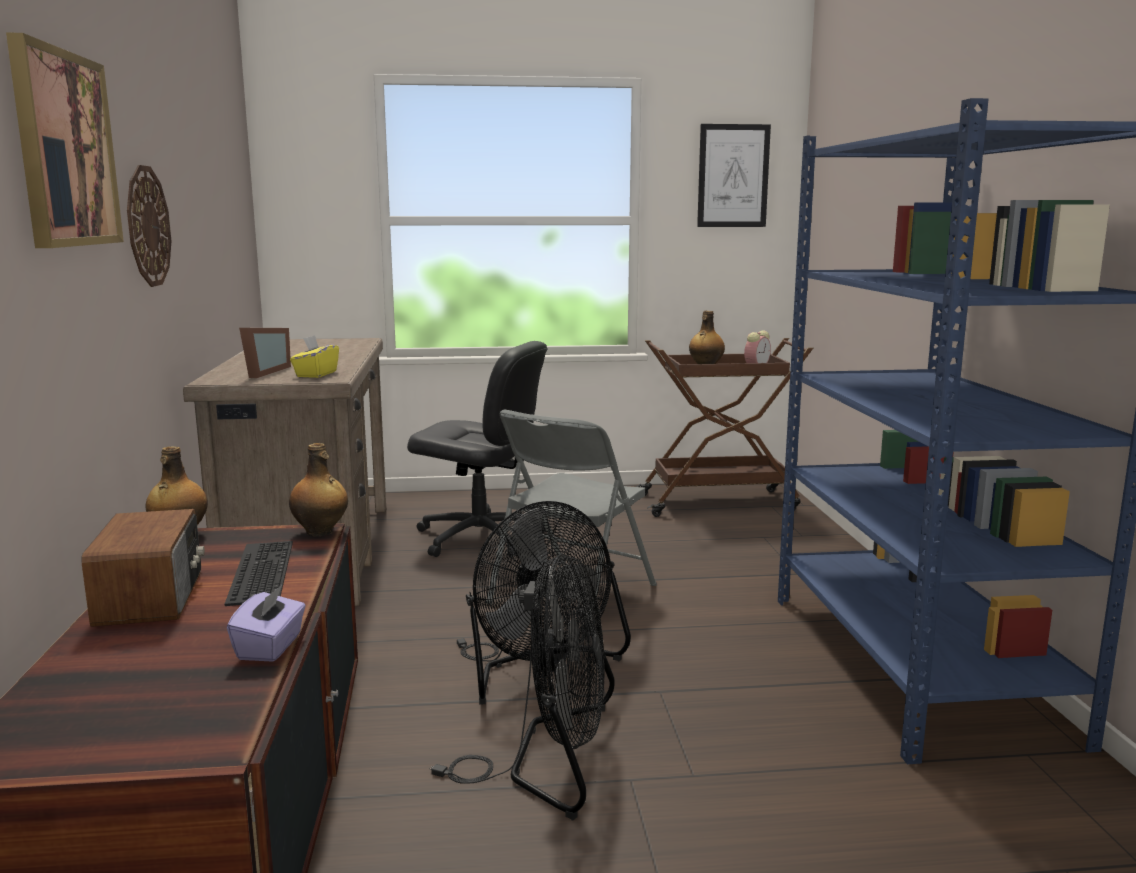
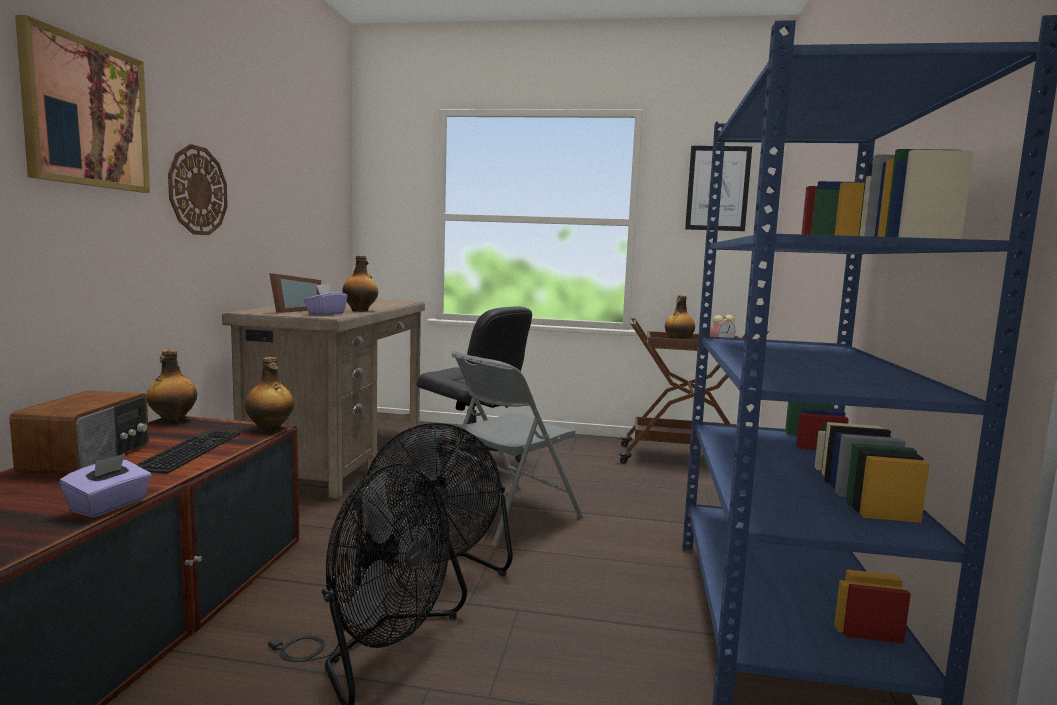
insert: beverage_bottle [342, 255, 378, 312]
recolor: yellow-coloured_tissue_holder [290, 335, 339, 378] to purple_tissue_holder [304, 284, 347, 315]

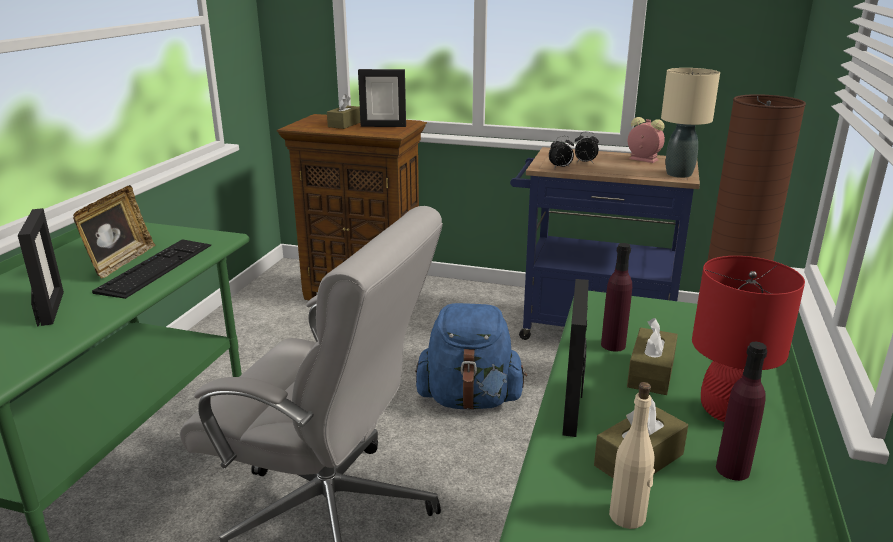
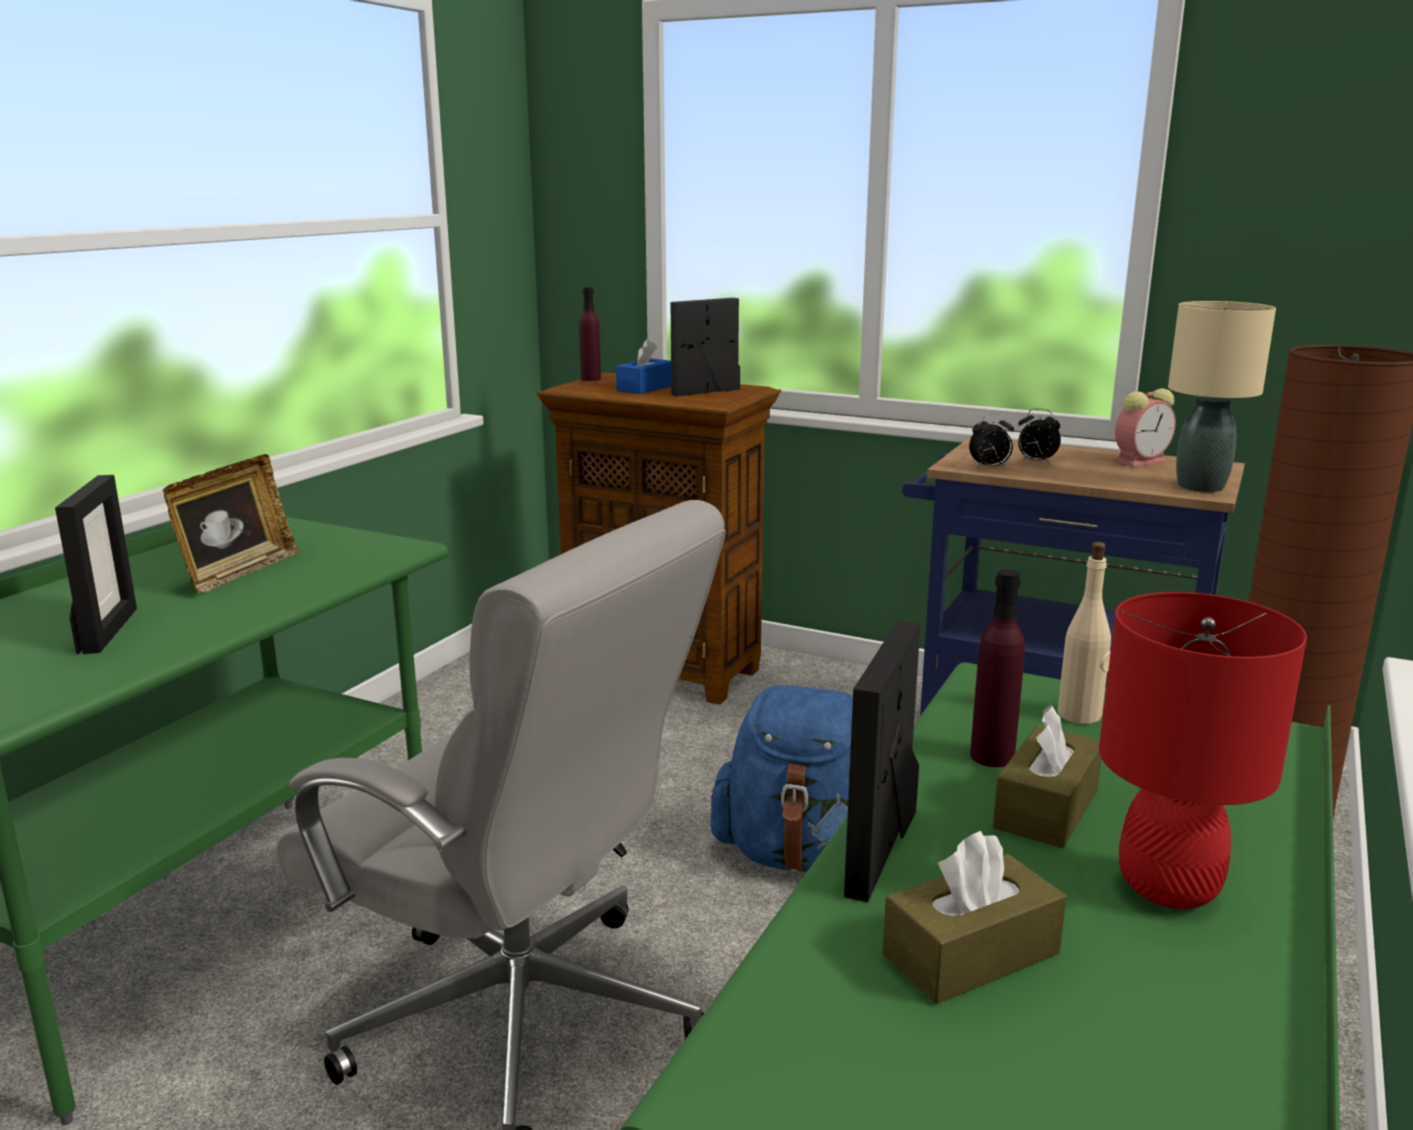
delete: keyboard [92, 239, 211, 299]
move: beige_beverage_bottle [609, 382, 655, 529] to [1058, 542, 1111, 724]; purple_beverage_bottle [716, 342, 767, 481] to [579, 287, 601, 381]
recolor: brown-coloured_tissue_holder [327, 94, 360, 129] to bluish_tissue_holder [616, 339, 671, 394]
rotate: standing_frame [358, 69, 406, 127] = [671, 298, 740, 397] 135 degrees clockwise; table_clock [628, 117, 665, 163] = [1115, 388, 1176, 467] 105 degrees clockwise

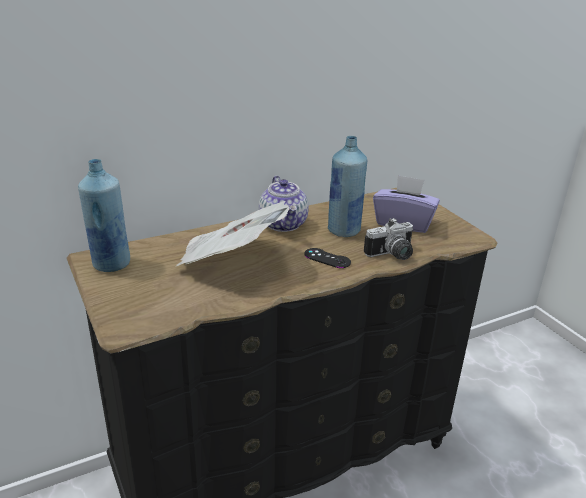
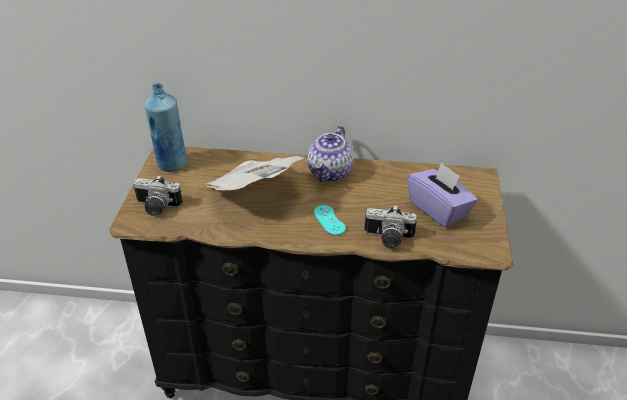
delete: bluish_beverage_bottle [328, 136, 367, 237]
insert: still_camera [133, 175, 183, 216]
recolor: black_game_controller [304, 248, 351, 268] to turquoise-coloured_game_controller [314, 205, 346, 235]

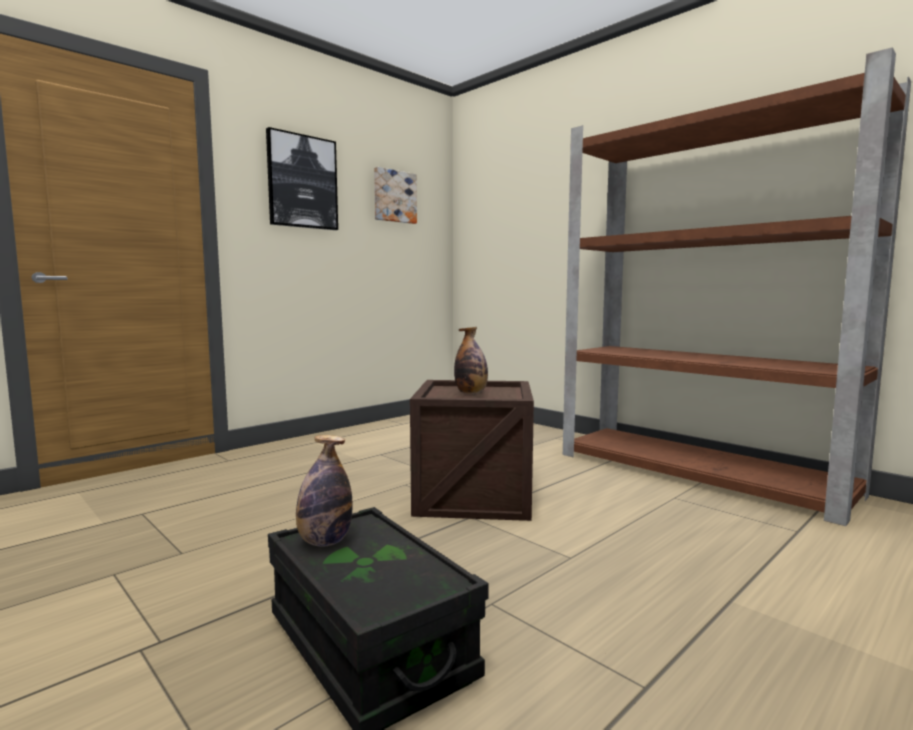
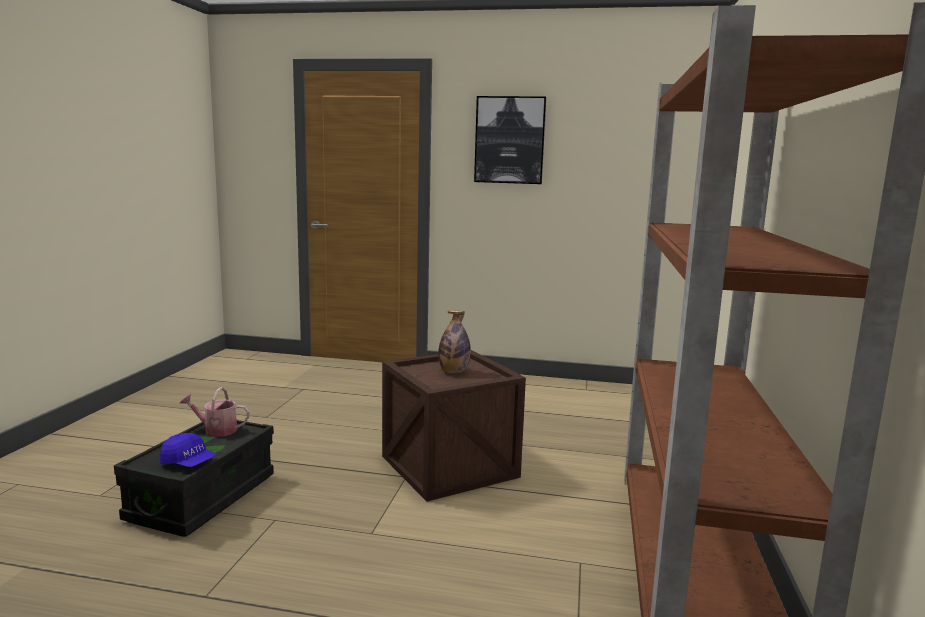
delete: wall_picture [374, 167, 417, 224]
insert: bluish_cap [160, 433, 217, 467]
replace: beverage_bottle [296, 435, 353, 547] to watering_can [180, 387, 250, 437]

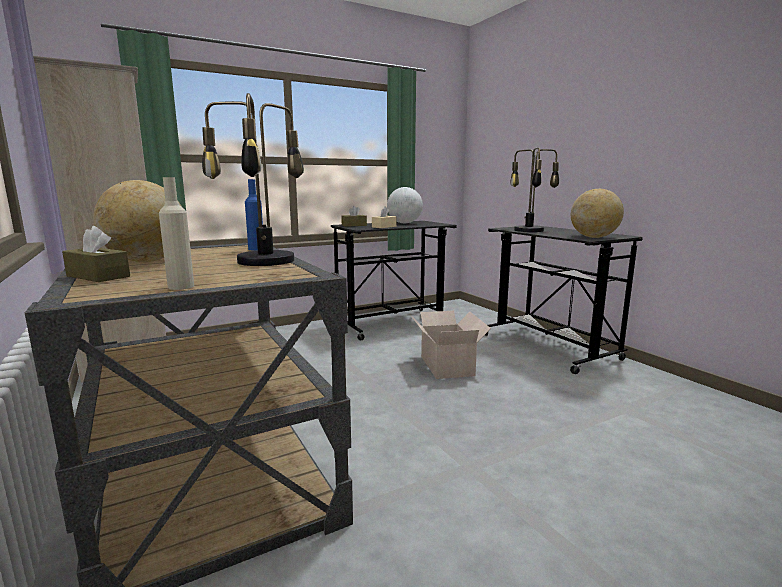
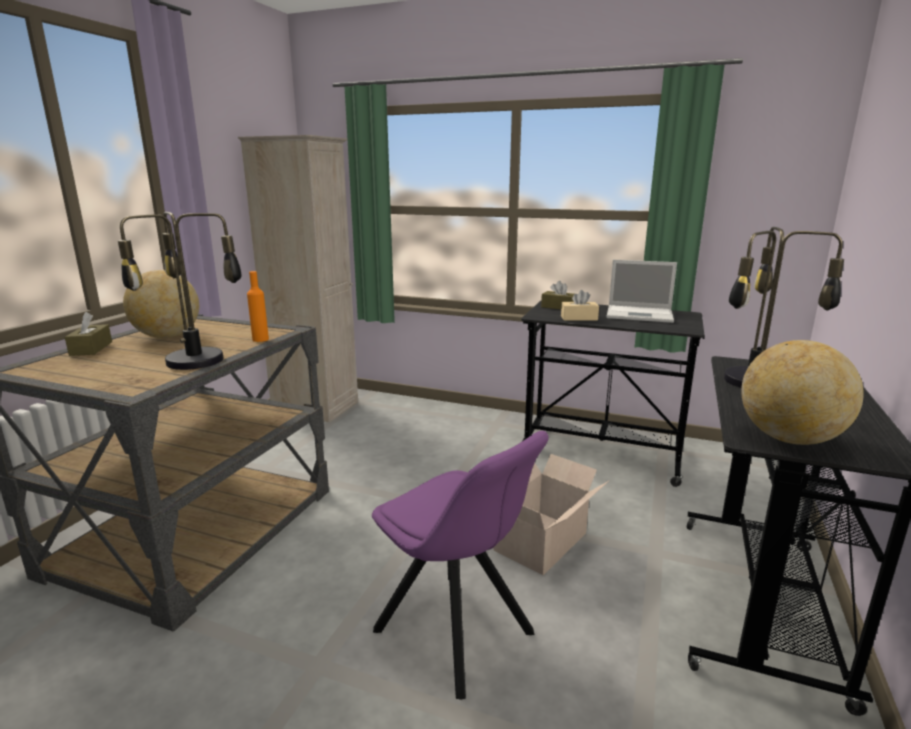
delete: beige_beverage_bottle [159, 177, 194, 290]
insert: purple_plain_chair [372, 431, 549, 700]
replace: world_globe [387, 187, 423, 223] to notebook_computer [606, 260, 677, 323]
recolor: bluish_beverage_bottle [245, 179, 263, 250] to orange-coloured_beverage_bottle [247, 271, 269, 342]

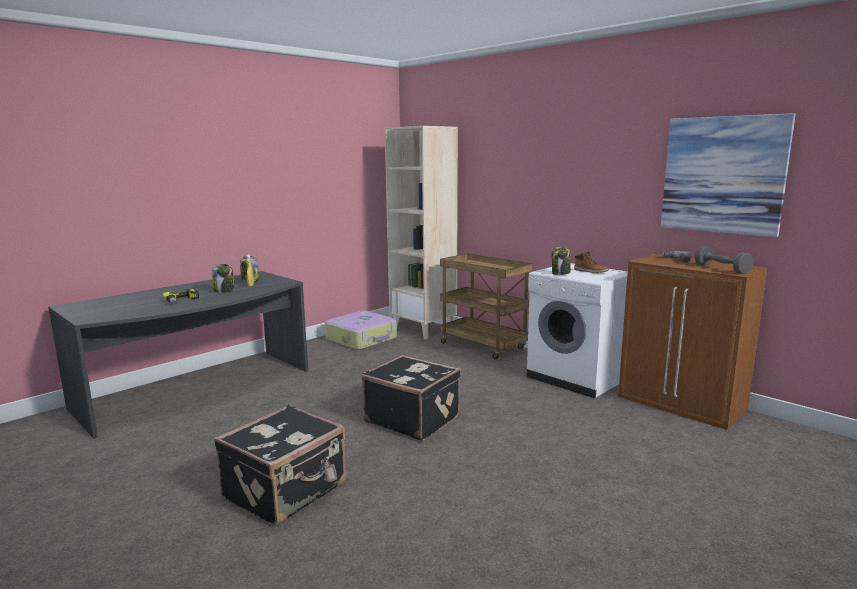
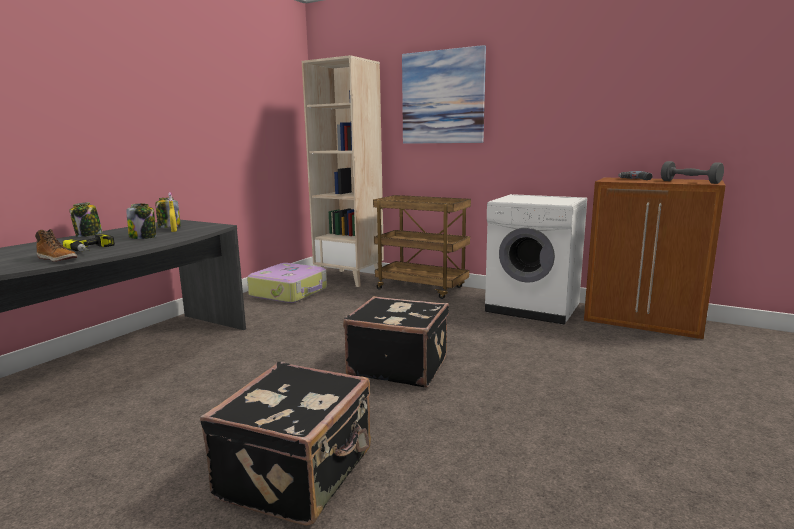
move: jar [551, 246, 571, 275] to [69, 202, 103, 237]; high-top_boot [574, 252, 609, 273] to [35, 229, 77, 262]; wall_picture [661, 113, 796, 237] to [402, 45, 486, 144]

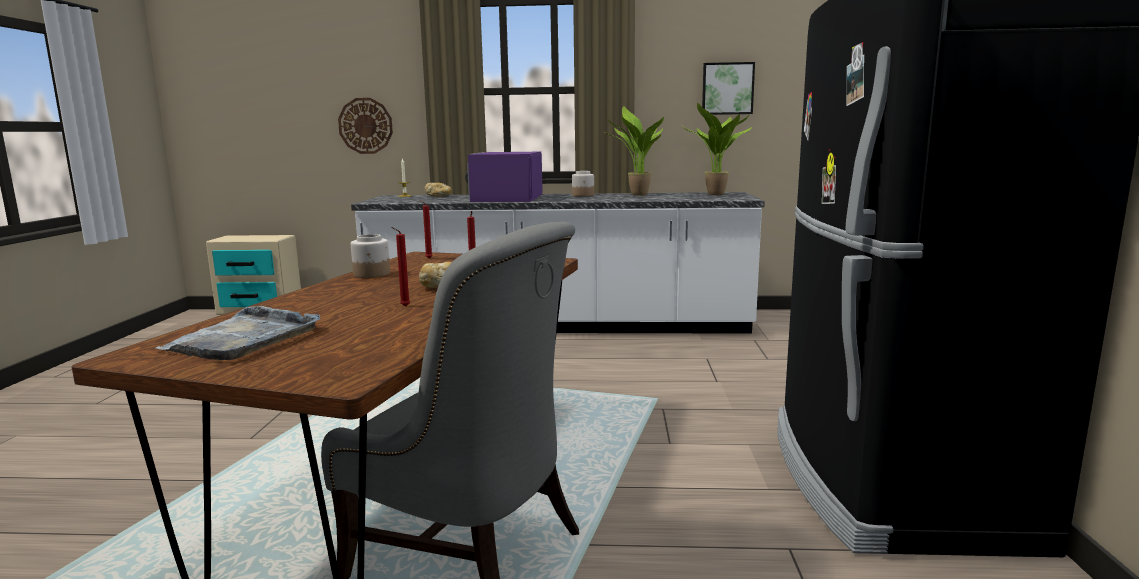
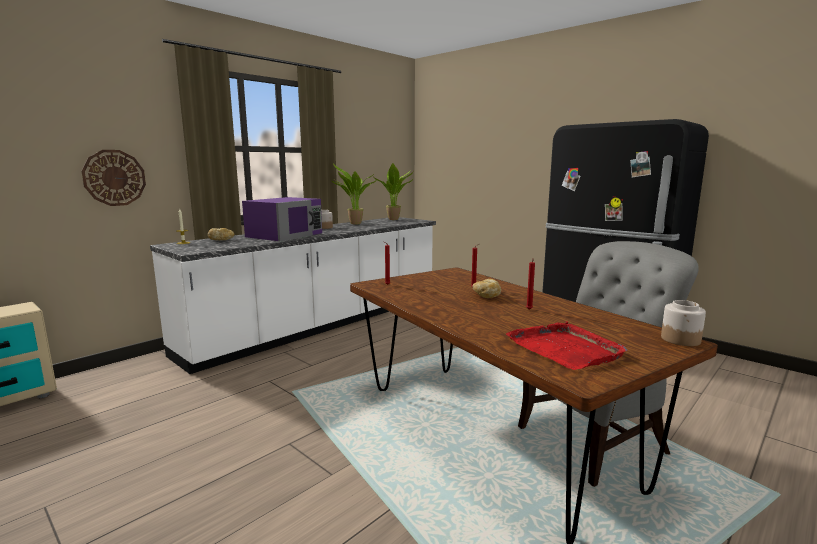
delete: wall_picture [702, 62, 755, 115]
move: jar [351, 234, 390, 278] to [661, 300, 706, 346]
recolor: grey_carrying_tray [156, 306, 320, 360] to red_carrying_tray [506, 321, 628, 370]
rotate: purple_kitchen_microwave [465, 152, 543, 202] = [242, 197, 322, 242] 105 degrees counterclockwise

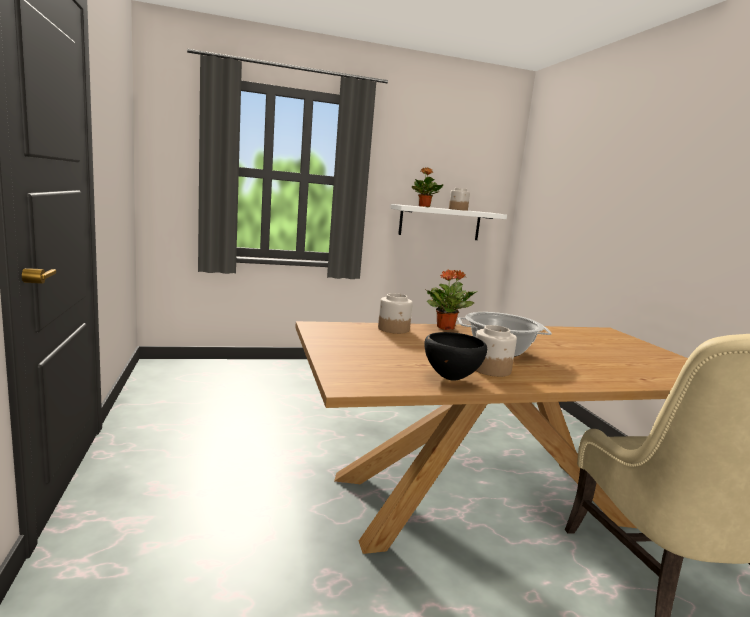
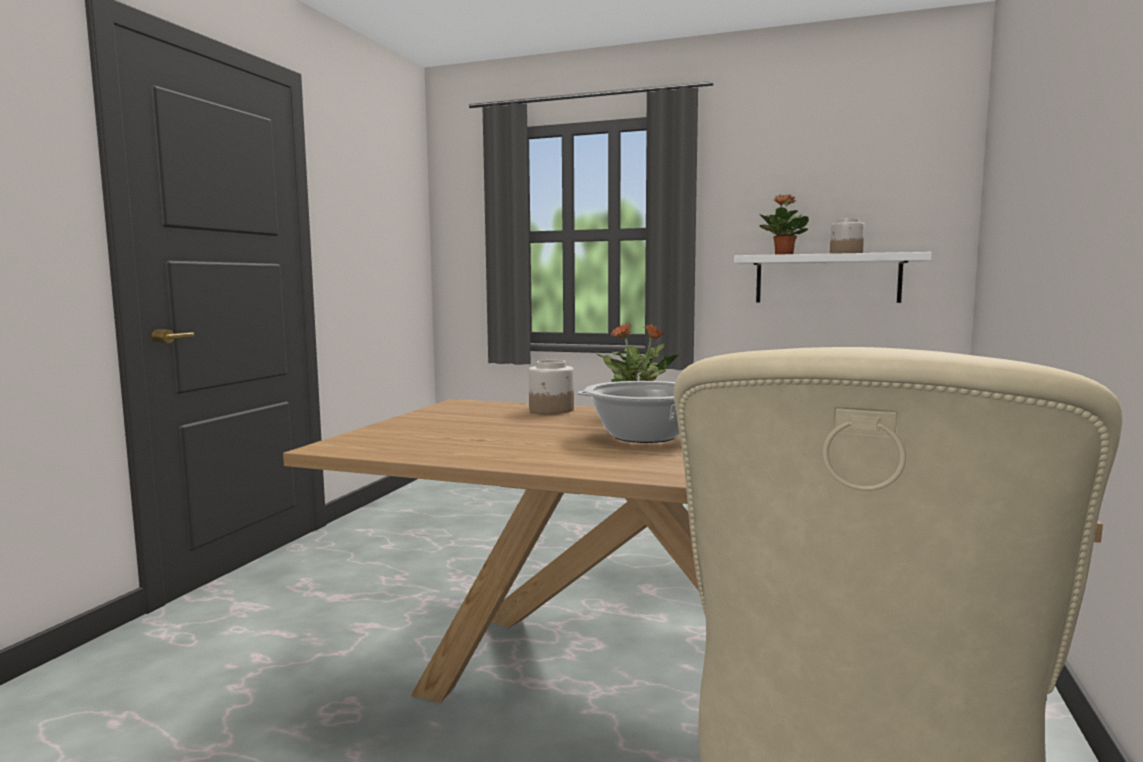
delete: black_serving_bowl [424, 332, 487, 380]; jar [476, 325, 517, 377]

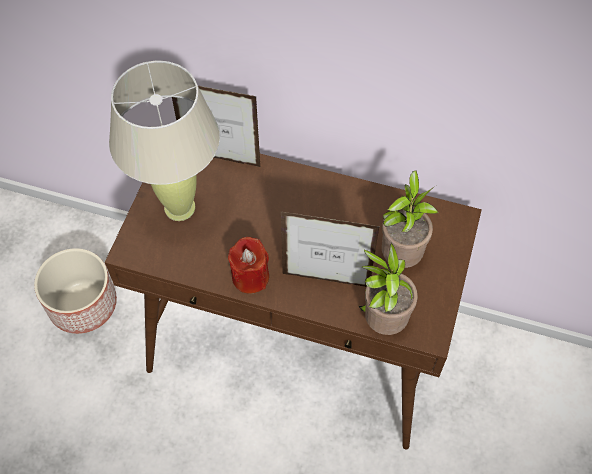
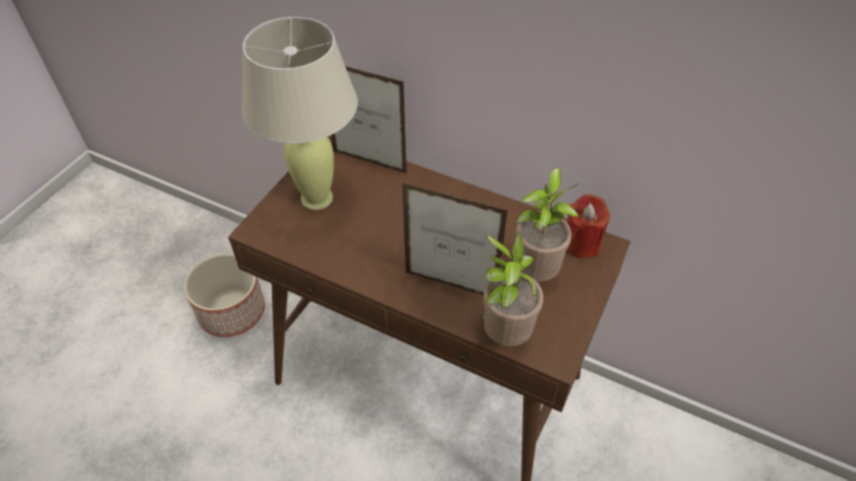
move: red_wax_candle [228, 237, 269, 294] to [566, 194, 610, 258]

